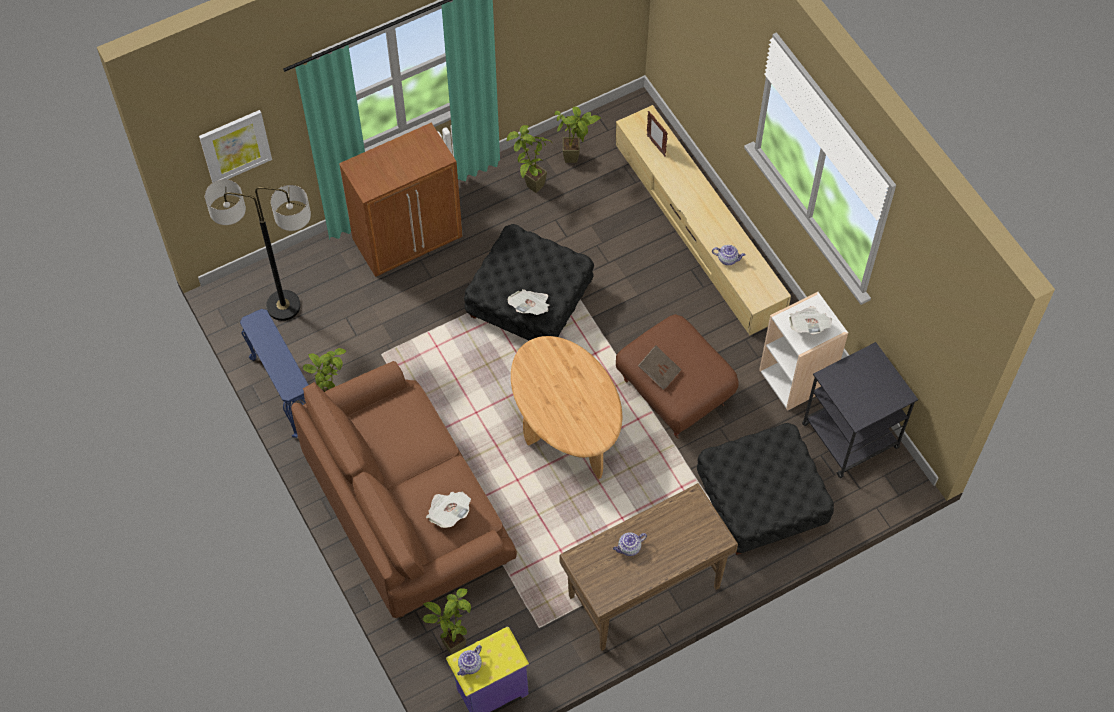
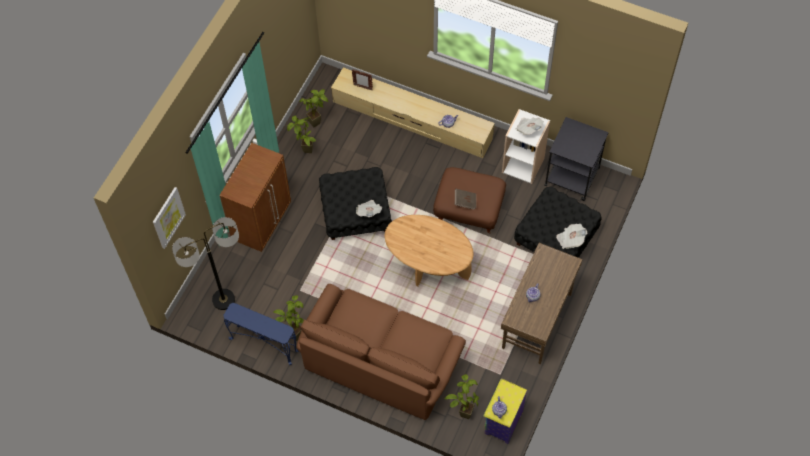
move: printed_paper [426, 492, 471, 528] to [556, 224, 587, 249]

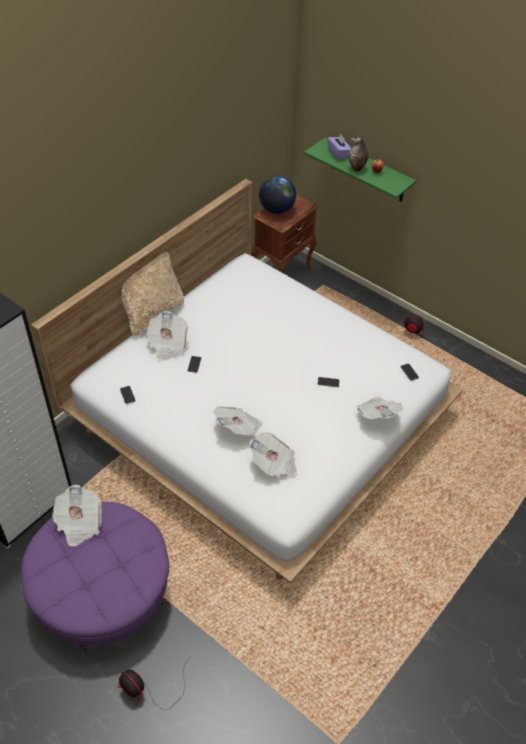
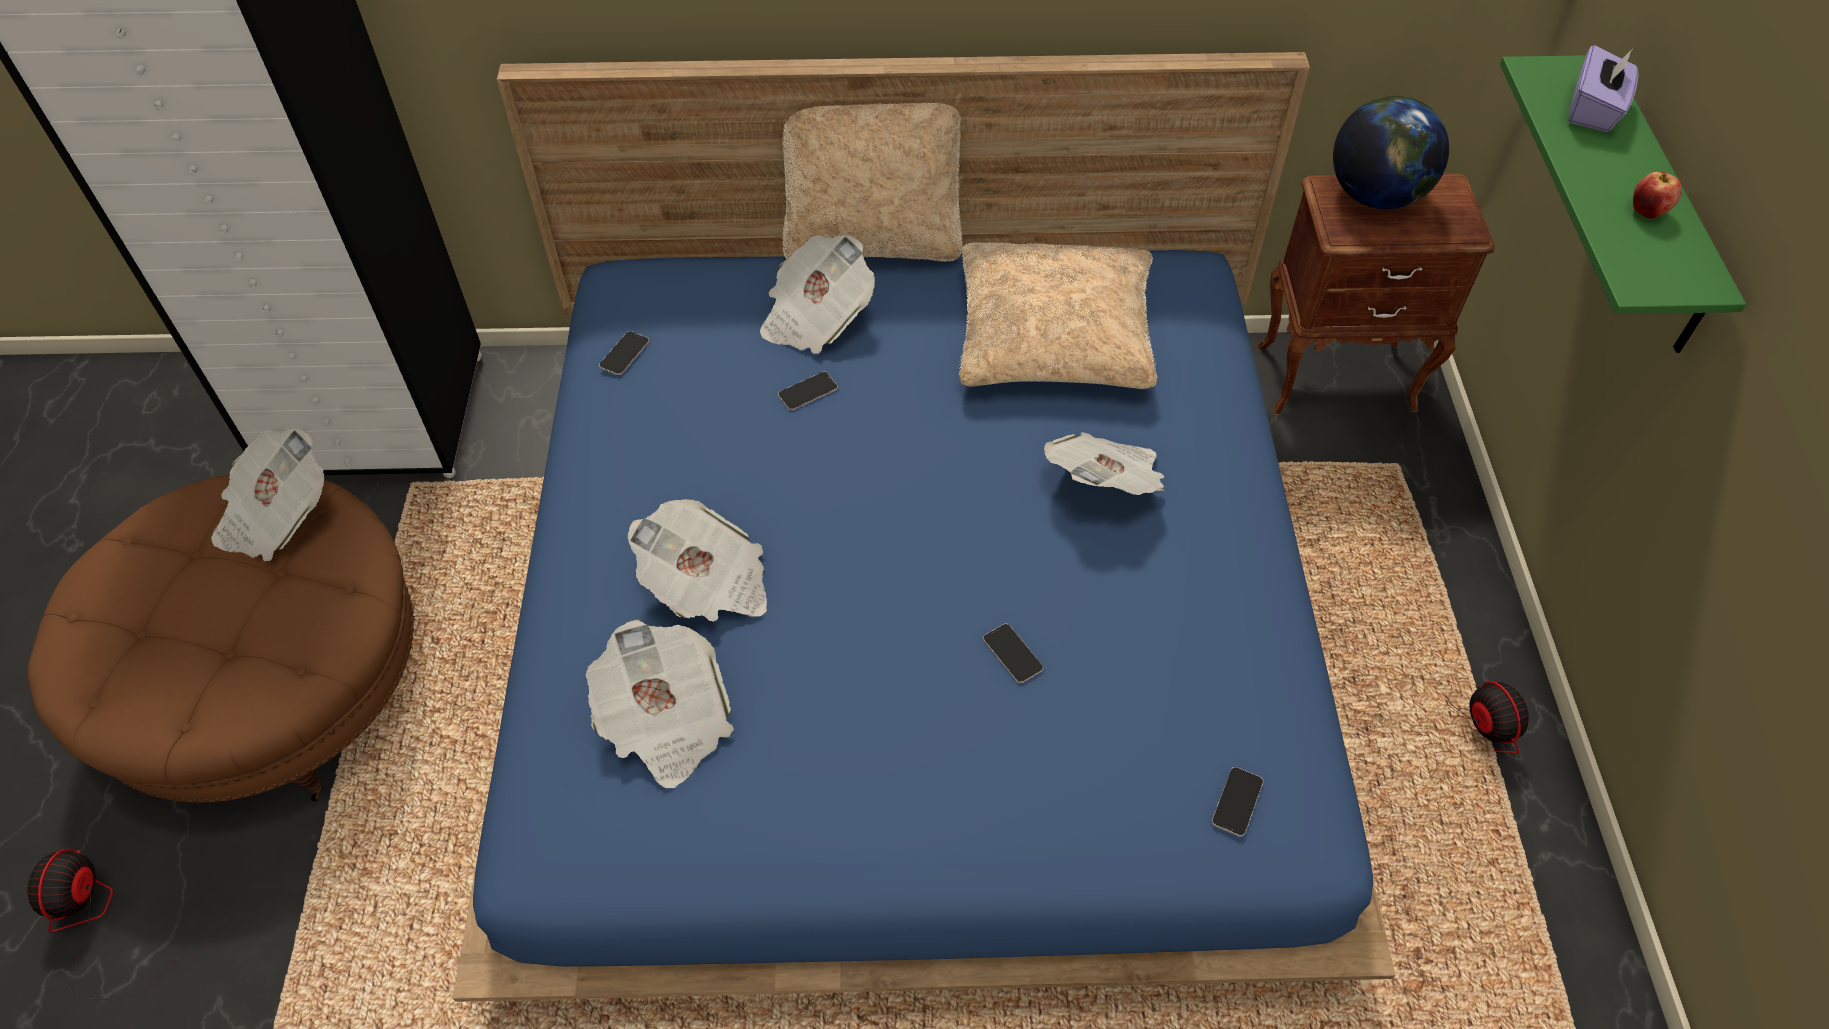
delete: decorative_vase [349, 133, 369, 172]
insert: beige_throw_pillow [959, 242, 1158, 390]
move: printed_paper [356, 396, 404, 419] to [1044, 432, 1165, 495]
recolor: purple_footrest [21, 501, 170, 651] to brown-coloured_footrest [27, 475, 415, 803]; white-coloured_bedroom_bed [31, 179, 463, 583] to bluish_bedroom_bed [453, 52, 1396, 1002]

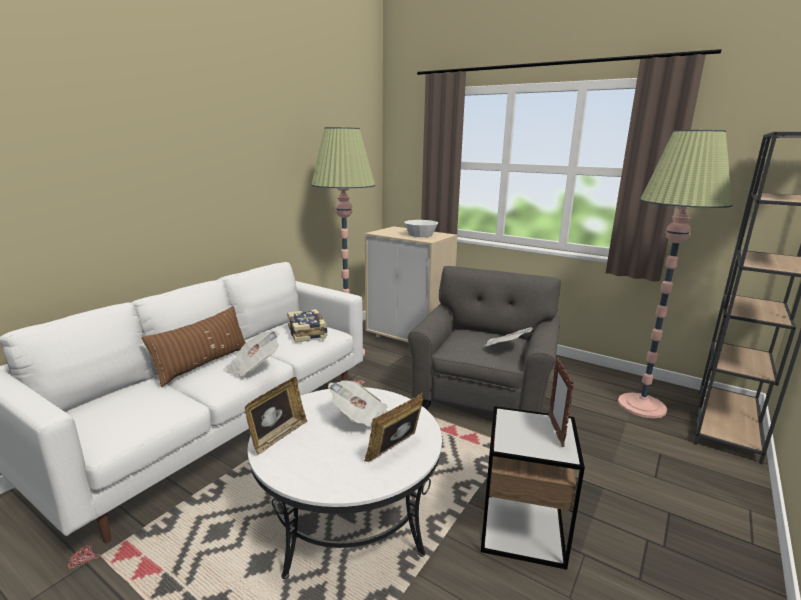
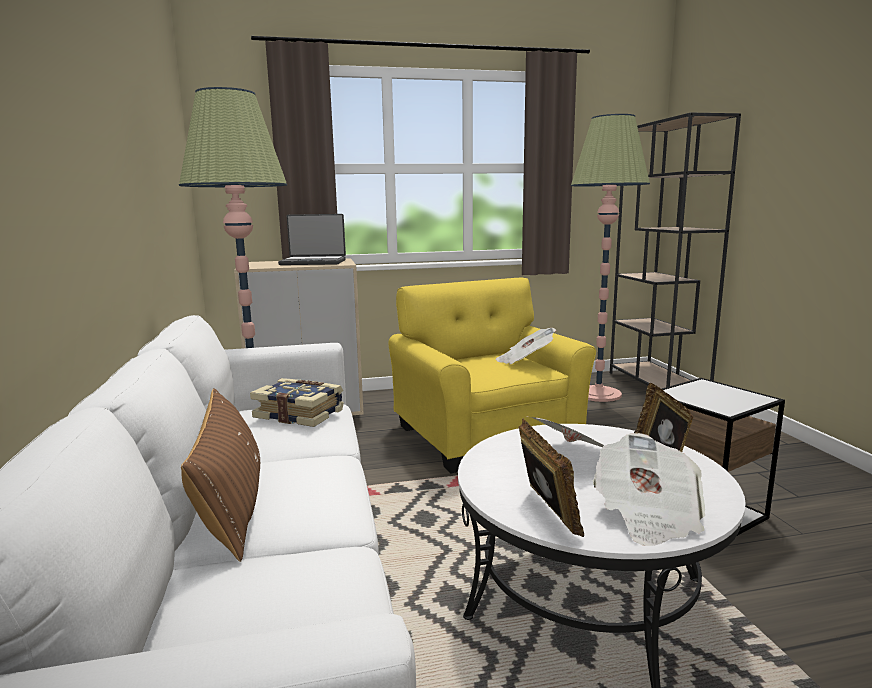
delete: standing_frame [549, 357, 574, 447]
move: printed_paper [223, 331, 279, 376] to [593, 433, 705, 546]
replace: white-coloured_serving_bowl [404, 220, 438, 237] to notebook_computer [278, 214, 346, 265]
recolor: grey_easy_chair [408, 266, 561, 415] to yellow-coloured_easy_chair [389, 278, 596, 474]

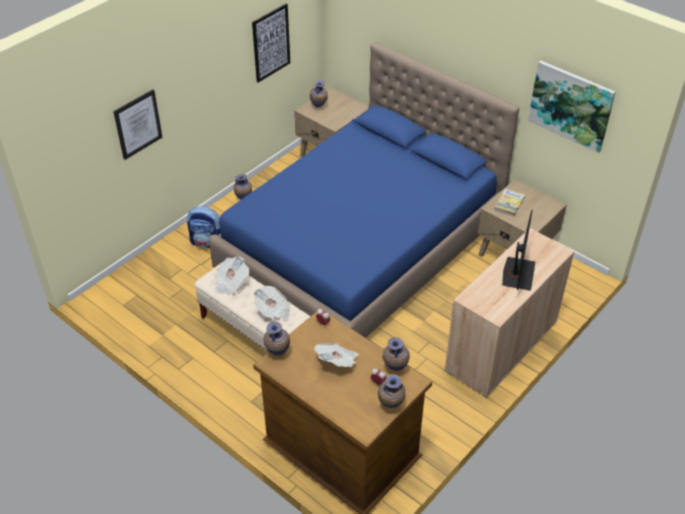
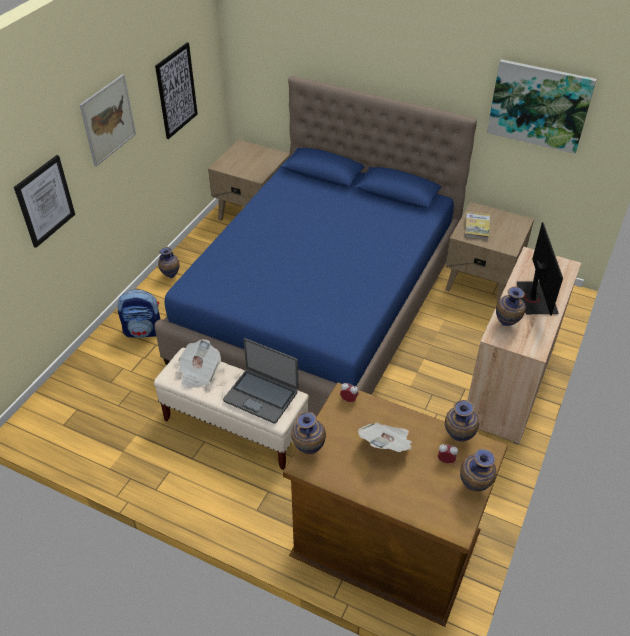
insert: wall_picture [80, 74, 136, 167]
move: decorative_vase [310, 80, 328, 108] to [496, 287, 526, 326]
replace: printed_paper [254, 286, 291, 321] to notebook_computer [223, 338, 298, 424]

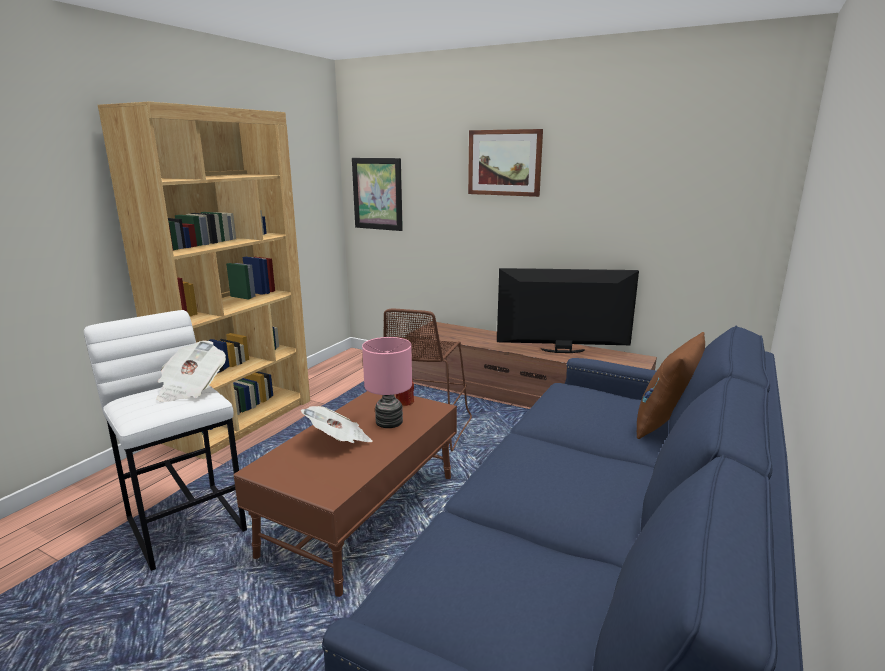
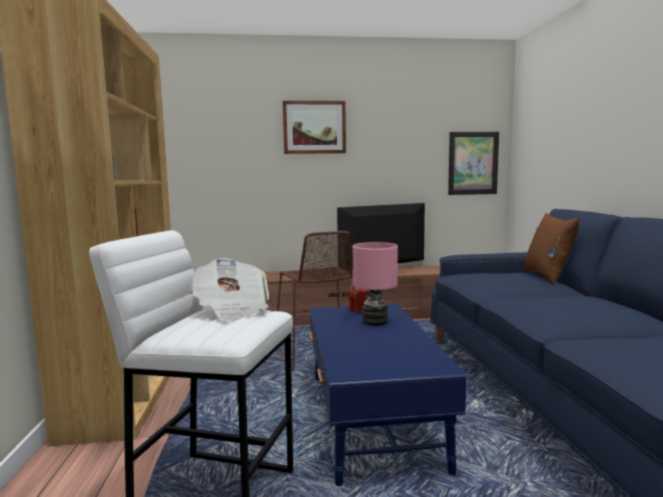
delete: printed_paper [301, 406, 373, 443]
move: wall_picture [352, 158, 403, 231] to [448, 132, 499, 195]
recolor: brown-coloured_low_table [233, 391, 457, 597] to bluish_low_table [309, 304, 467, 486]

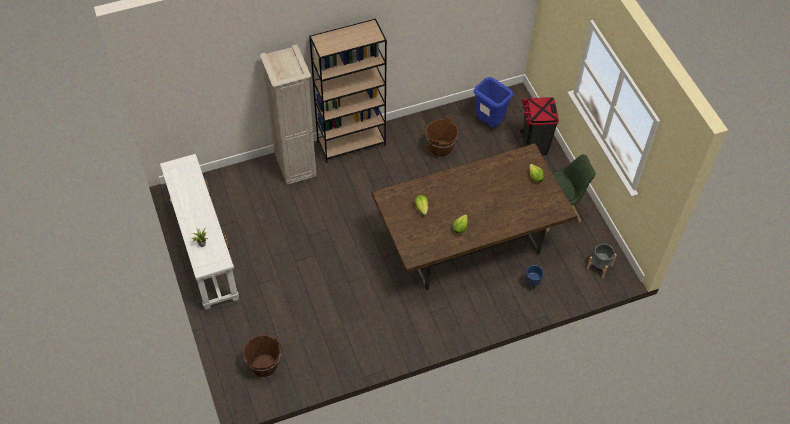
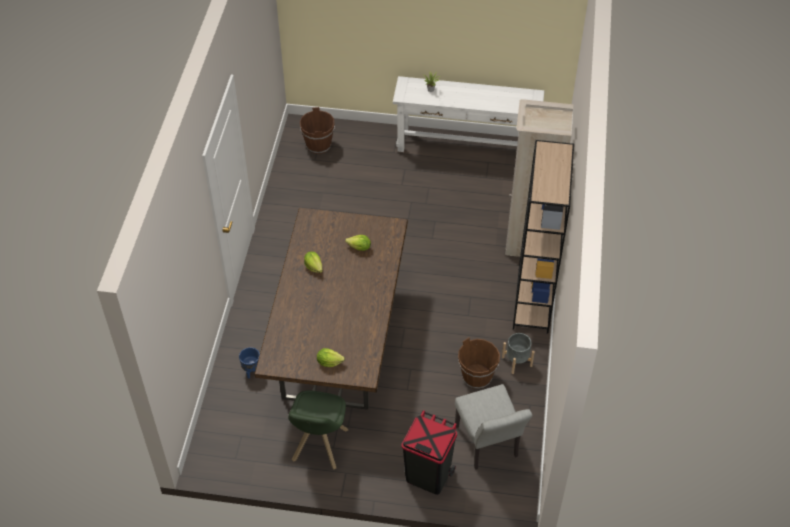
move: grey_plant_pot [587, 244, 617, 278] to [502, 333, 535, 374]
replace: bluish_waste_bin [474, 77, 513, 127] to grey_plain_chair [455, 384, 532, 470]

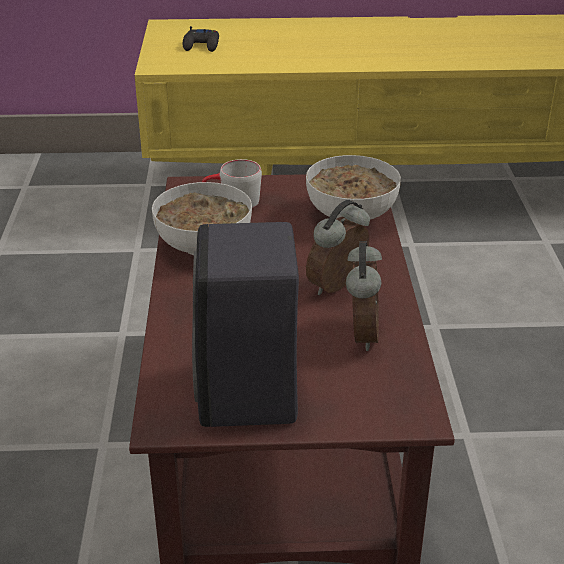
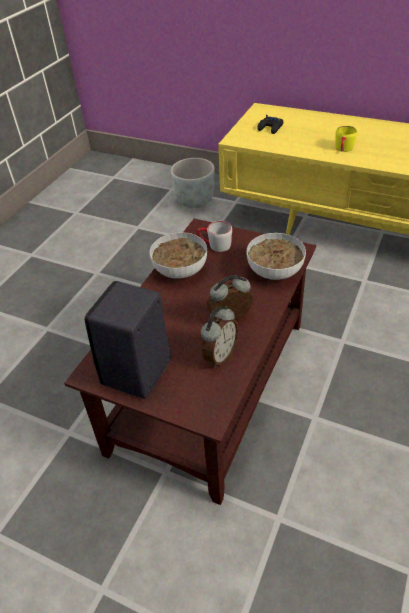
insert: grey_plant_pot [171, 158, 215, 208]; yellow-coloured_coffee_mug [335, 126, 357, 152]

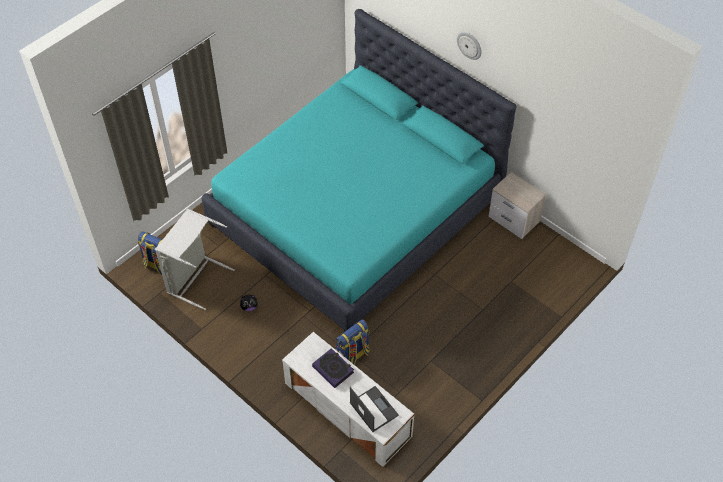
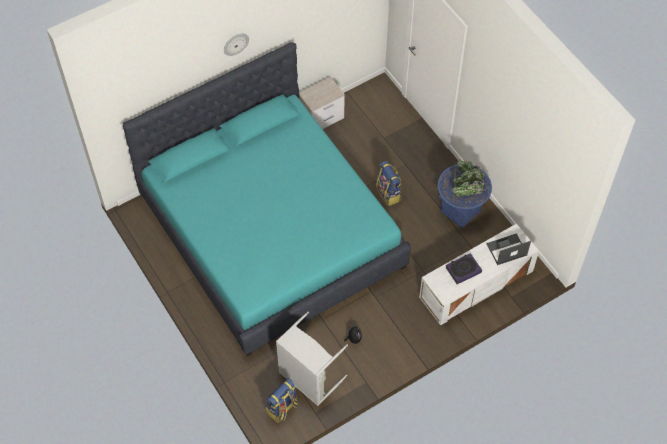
insert: bluish_plant_pot [438, 159, 492, 228]
move: rucksack [335, 319, 370, 365] to [376, 161, 402, 206]

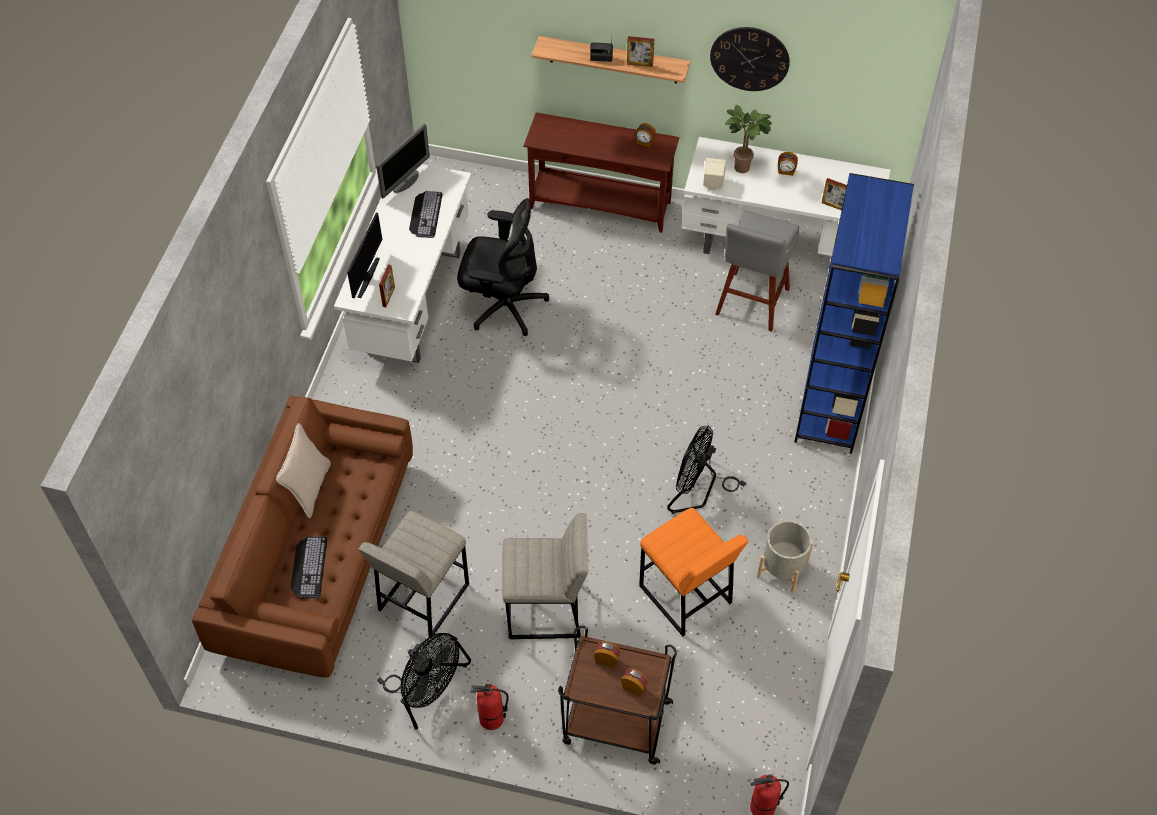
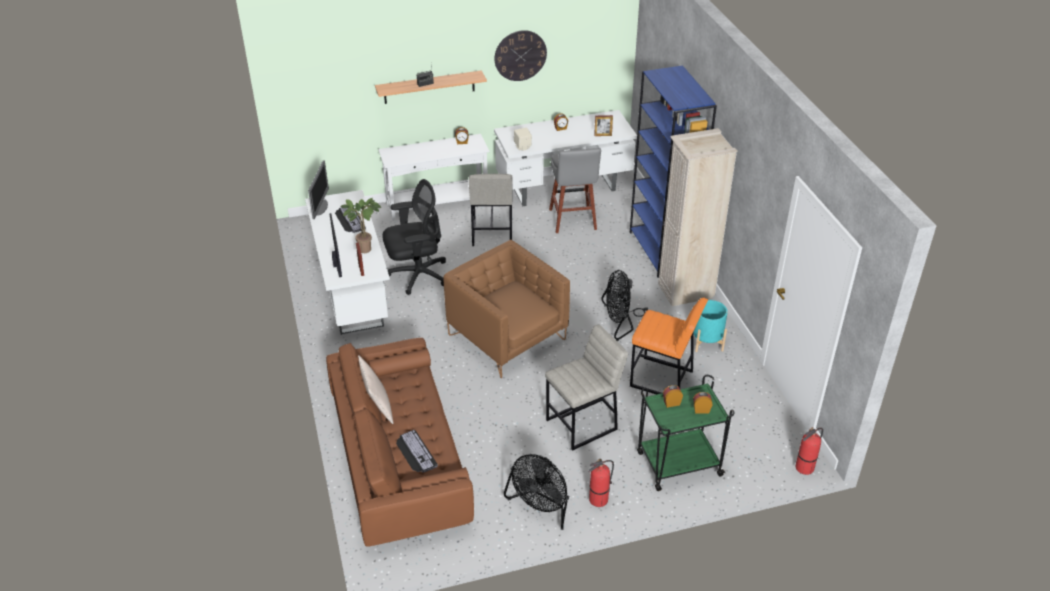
delete: standing_frame [627, 36, 654, 67]
insert: brown-coloured_easy_chair [443, 240, 570, 378]; beige_cupboard [658, 128, 738, 306]
move: grey_plain_chair [358, 511, 469, 637] to [469, 174, 513, 246]; plant_in_a_pot [725, 105, 772, 173] to [340, 198, 381, 253]
recolor: brown-coloured_hall_table [523, 112, 679, 233] to white-coloured_hall_table [378, 134, 490, 221]; brown-coloured_wheeled_cart [558, 625, 677, 764] to green_wheeled_cart [637, 375, 734, 491]; grey_plant_pot [757, 520, 813, 593] to turquoise-coloured_plant_pot [694, 300, 728, 352]
rotate: black_electric_fan [377, 633, 471, 729] = [504, 454, 569, 530] 120 degrees clockwise

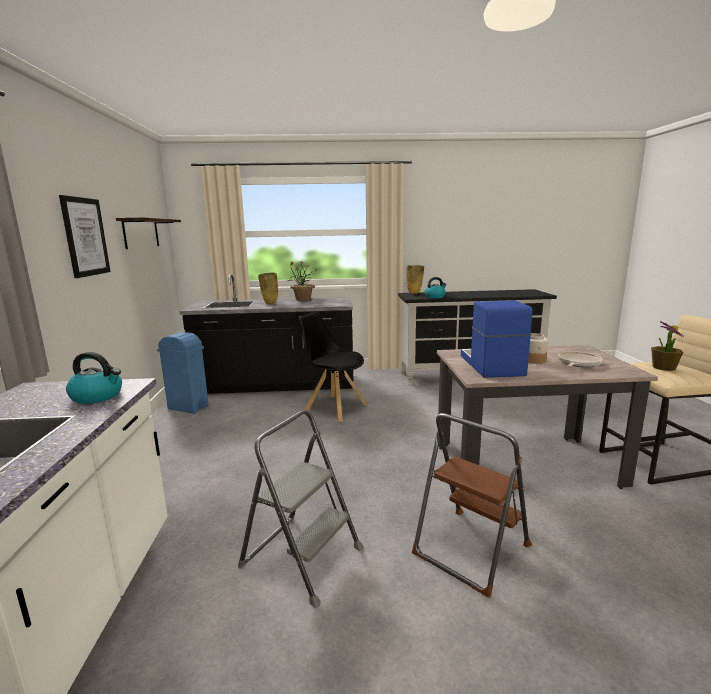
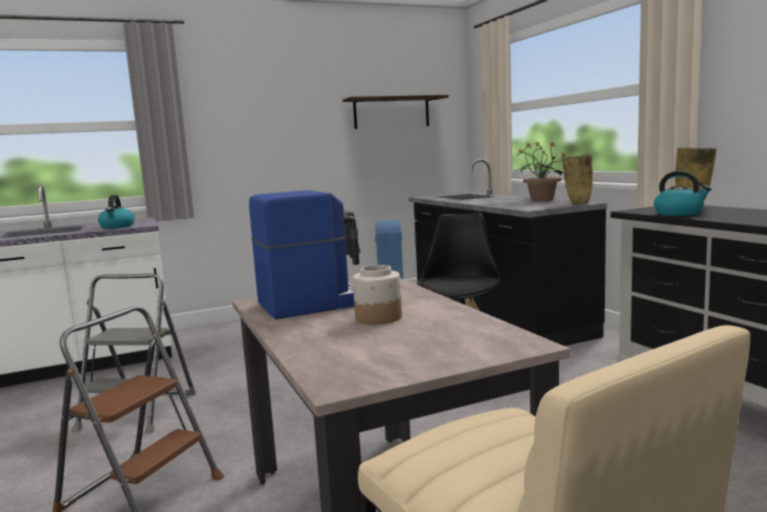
delete: wall_picture [59, 195, 111, 278]; frying_pan [558, 351, 603, 367]; plant_in_a_pot [651, 321, 684, 371]
move: beige_decorative_vase [258, 273, 278, 304] to [562, 154, 593, 204]

